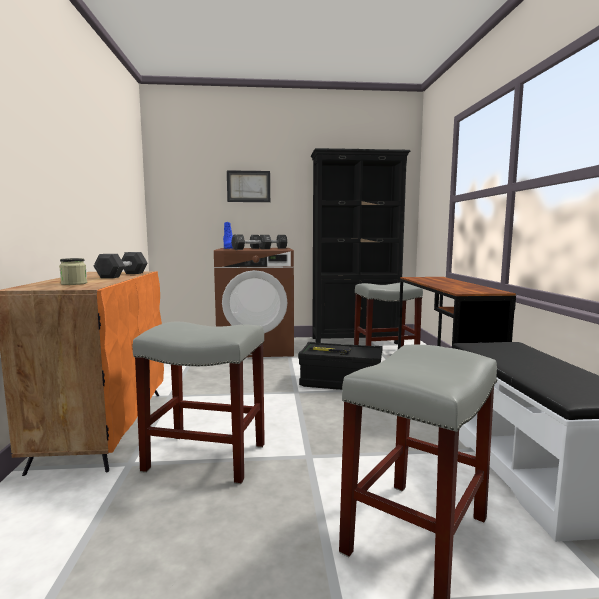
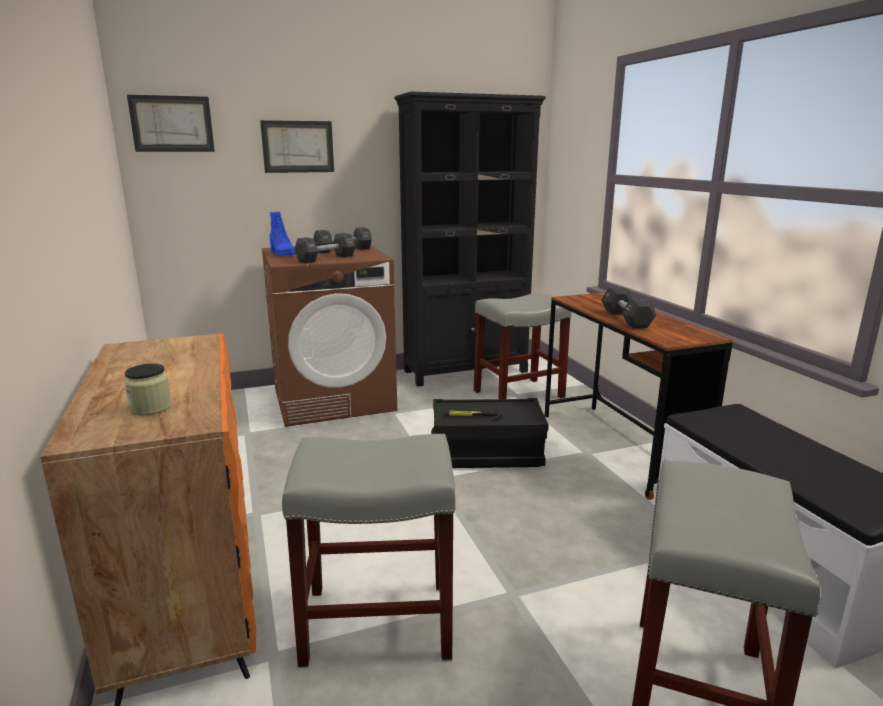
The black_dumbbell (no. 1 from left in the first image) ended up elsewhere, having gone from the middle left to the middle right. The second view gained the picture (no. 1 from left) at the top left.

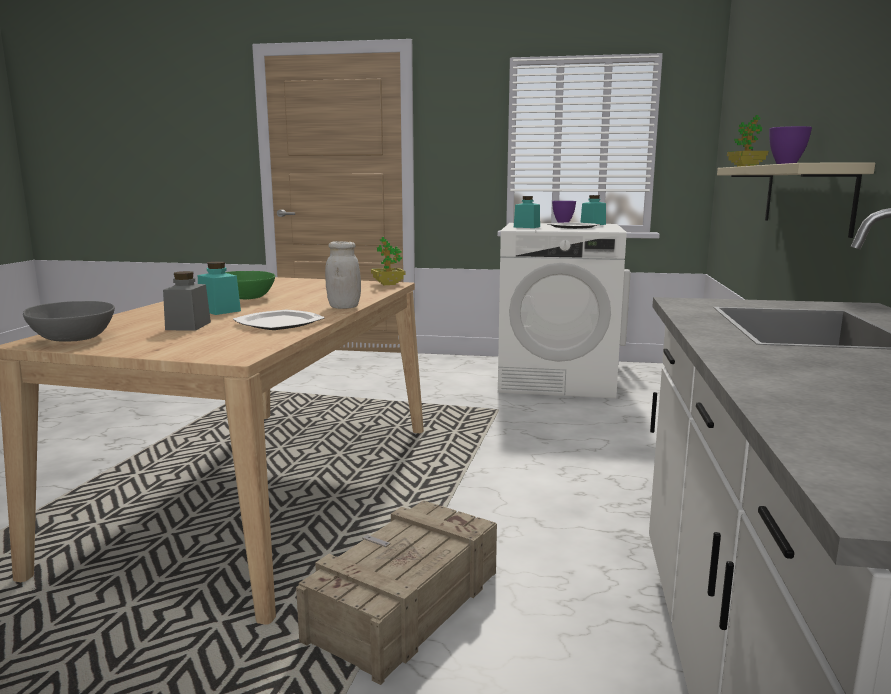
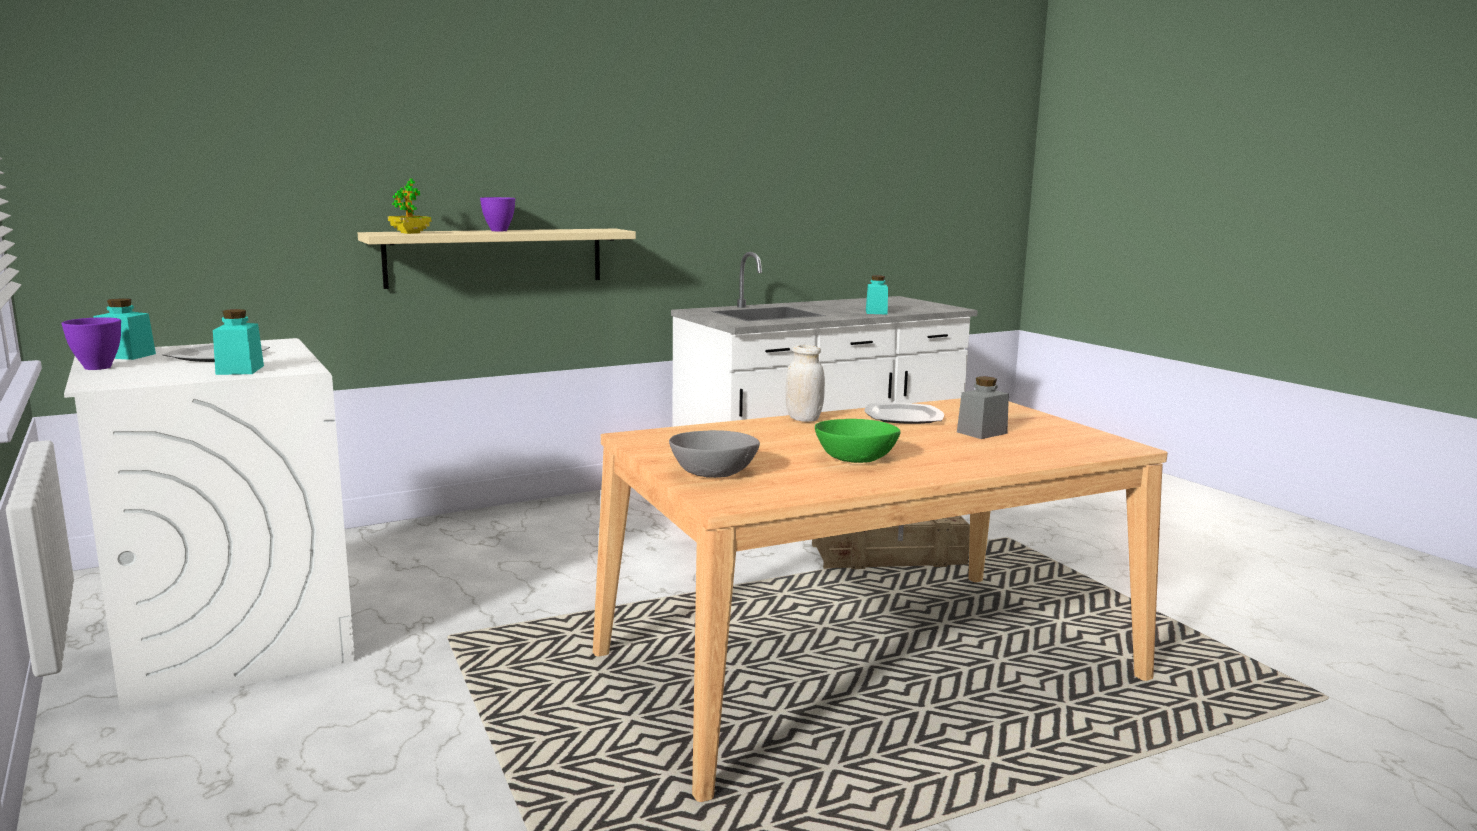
The second view lost the potted_plant (no. 1 from left) at the centre. The turquoise_jar (no. 1 from left in the first image) ended up elsewhere, having gone from the middle left to the centre. The grey_bowl ended up elsewhere, having gone from the middle left to the centre.

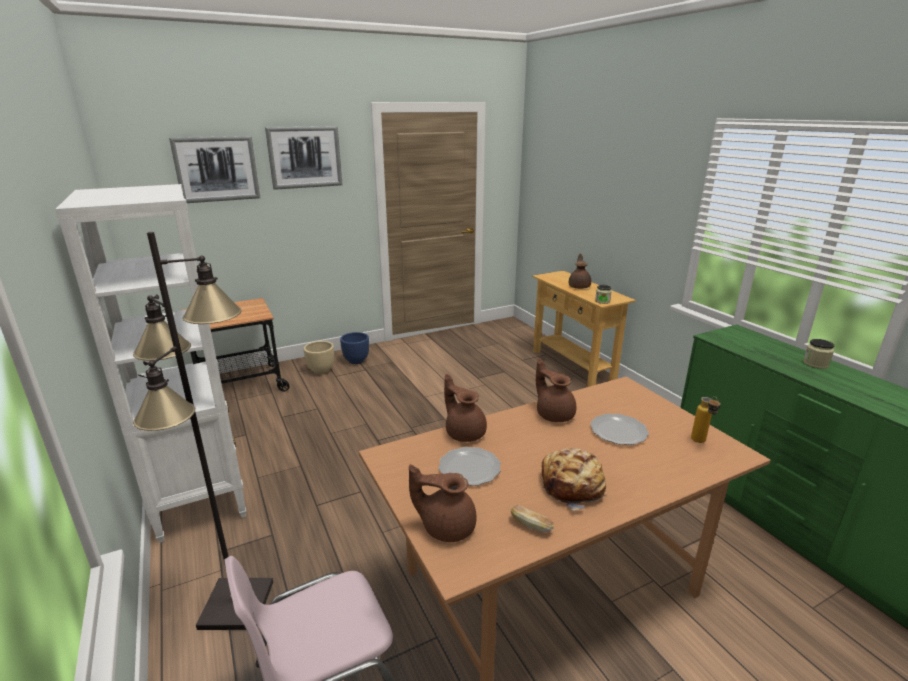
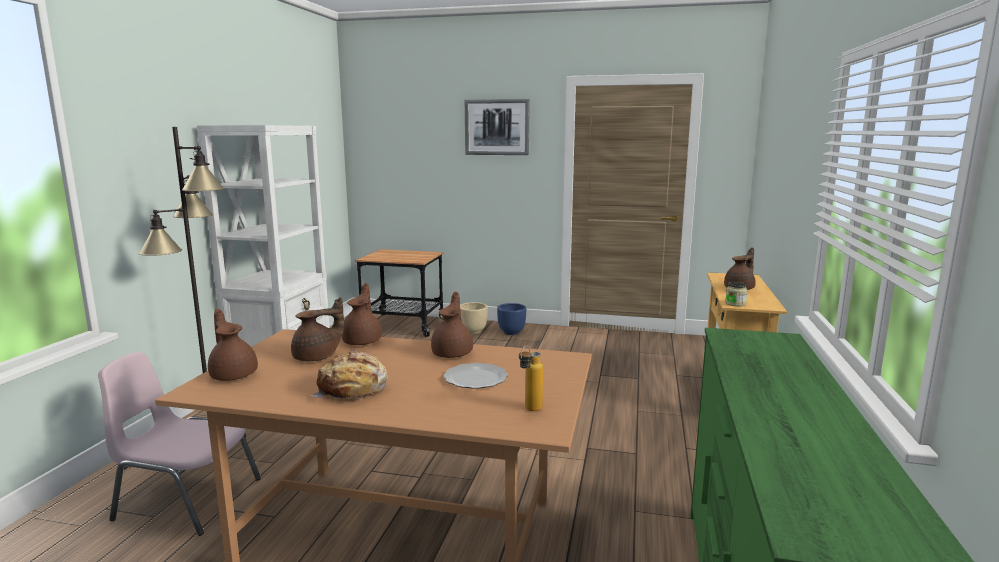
The second view lost the picture (no. 1 from left) at the top left. The second view lost the jar (no. 2 from left) at the middle right. Where the plate (no. 1 from left) stood at the bottom centre, the brown_teapot (no. 2 from left) came to stand at the middle left. The second view lost the bread (no. 1 from left) at the bottom centre.

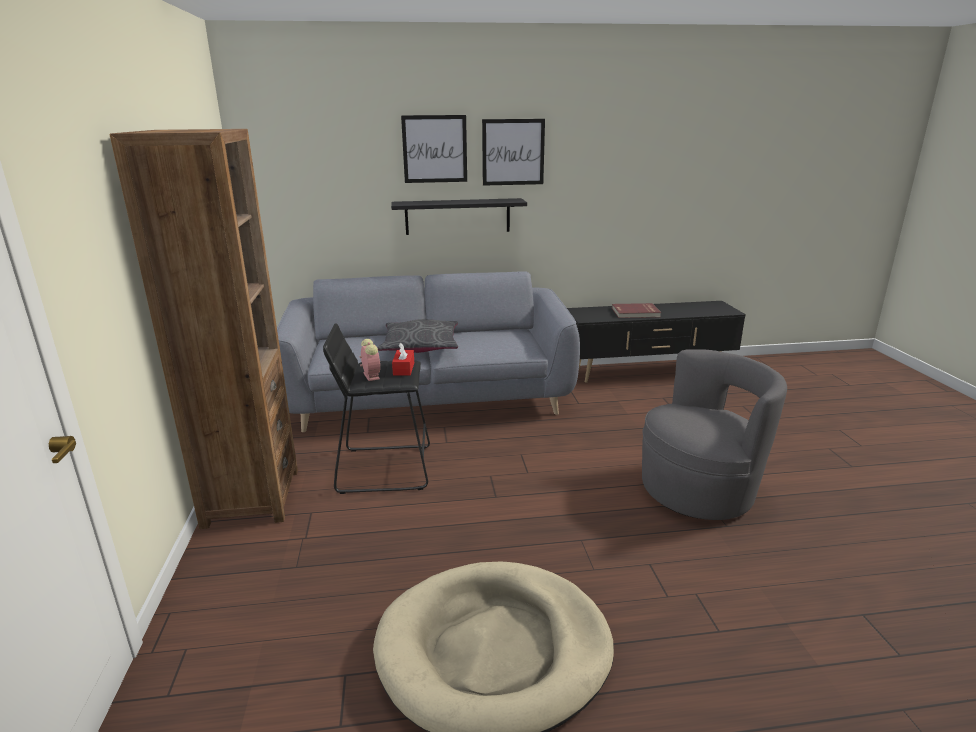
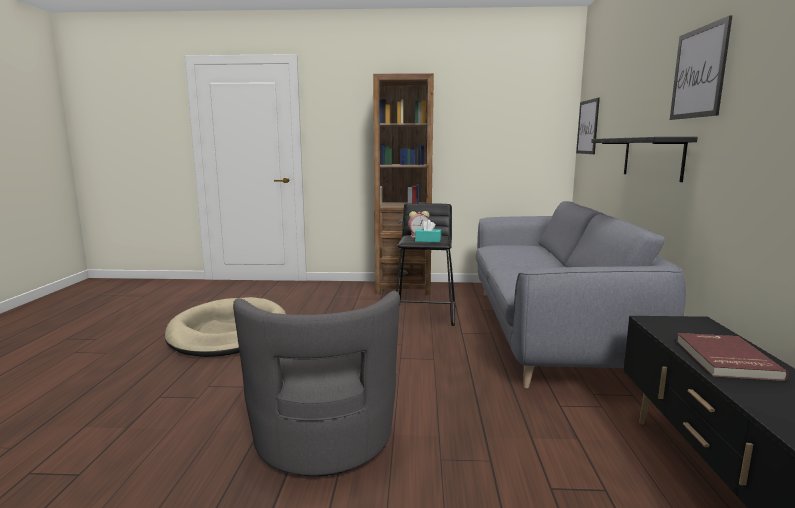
The picture (no. 1 from left) ended up elsewhere, having gone from the top centre to the top right. The second view lost the grey_pillow at the centre. What was the red_tissue_box at the centre turned into the turquoise_tissue_box at the centre.

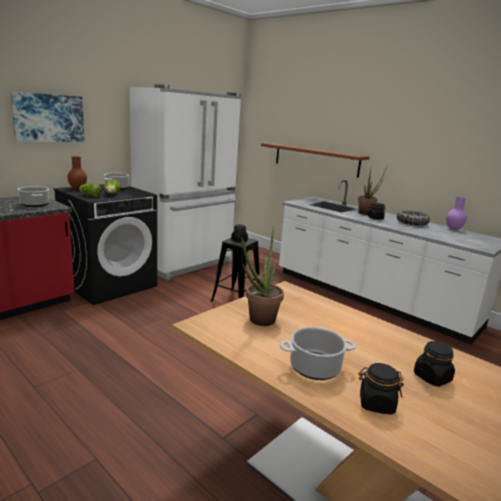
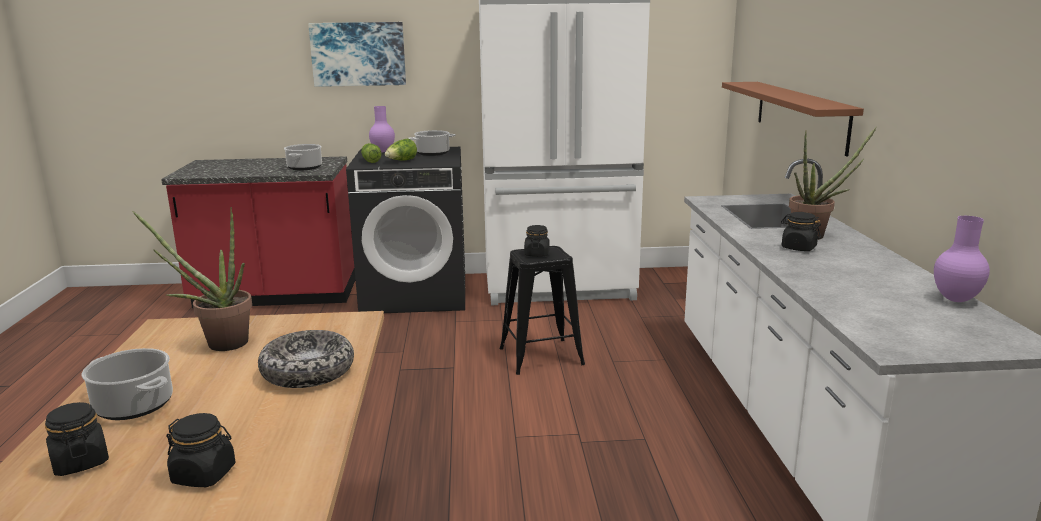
What was the brown_vase at the middle left turned into the purple_vase (no. 1 from left) at the top centre. The bowl ended up elsewhere, having gone from the middle right to the bottom left.

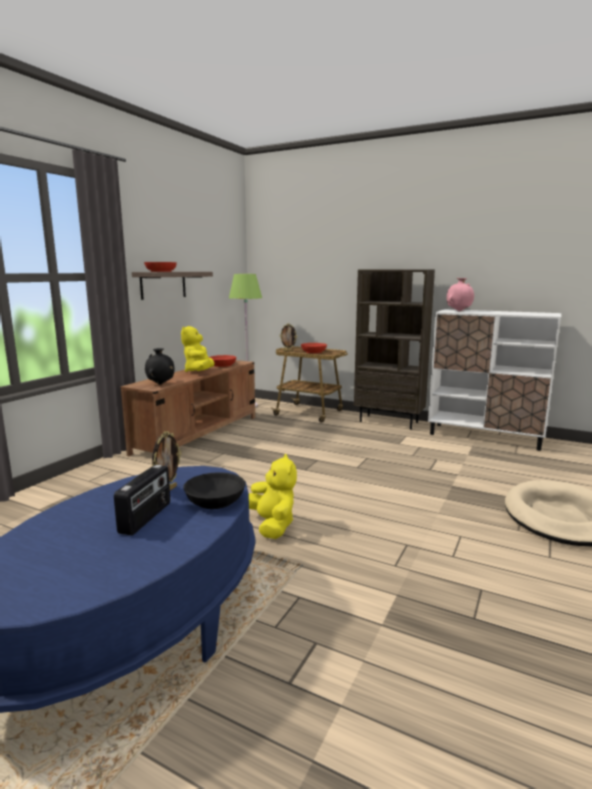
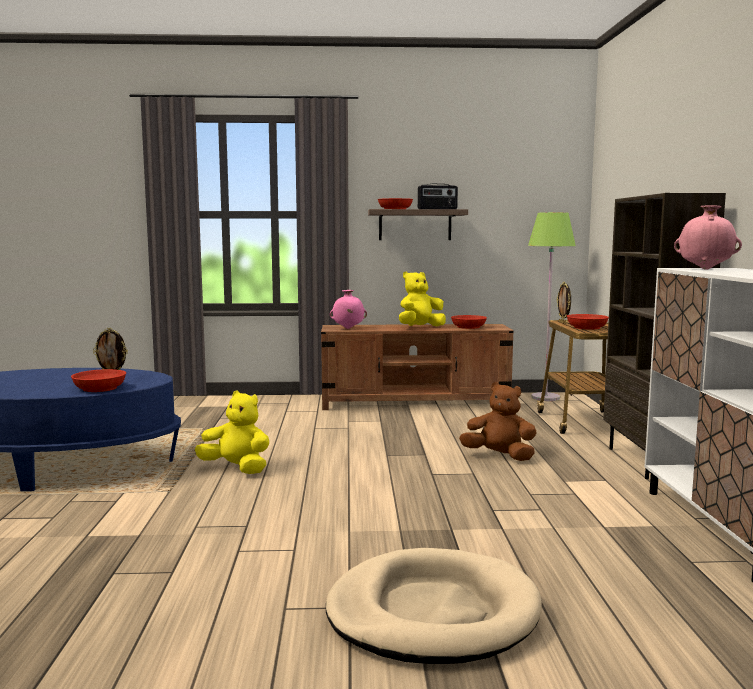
What was the black_vase at the middle left turned into the pink_vase (no. 1 from left) at the centre. The yellow_plush_toy (no. 2 from left in the first image) at the centre ended up facing another way, 105 degrees counterclockwise from before. The radio ended up elsewhere, having gone from the middle left to the top centre. What was the black_bowl at the centre turned into the red_bowl (no. 1 from left) at the middle left. The second view gained the brown_plush_toy at the centre.

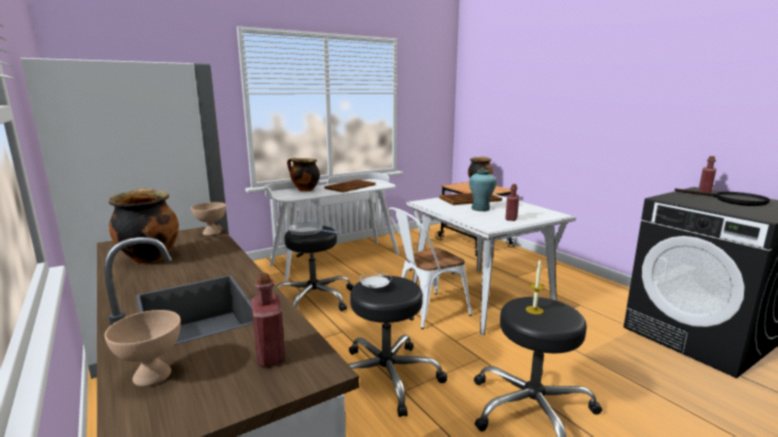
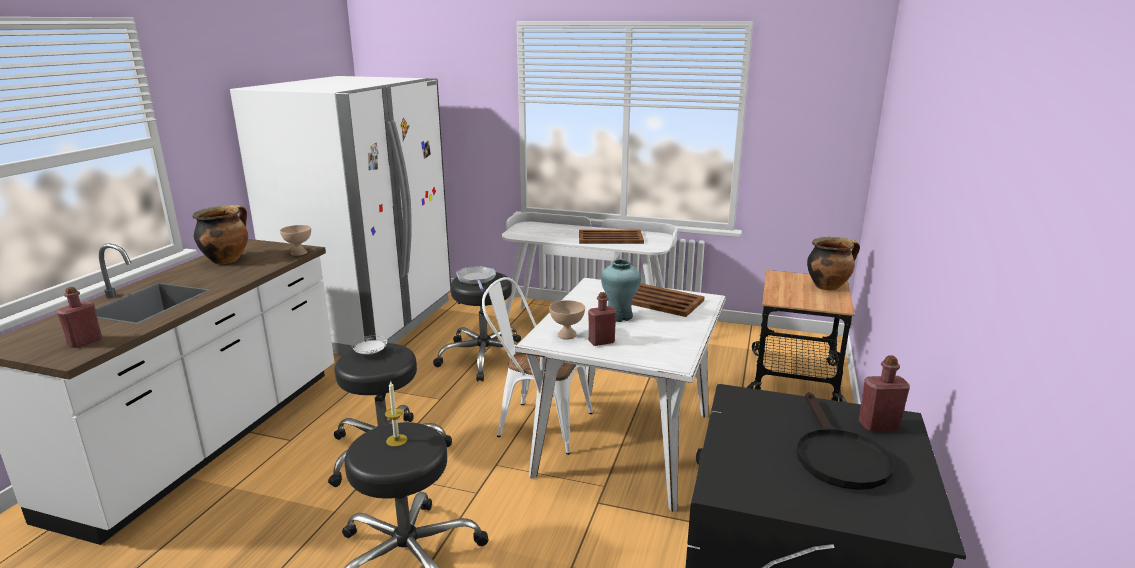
The second view lost the cooking_pot (no. 2 from left) at the centre. The beige_bowl (no. 1 from left in the first image) ended up elsewhere, having gone from the bottom left to the centre.

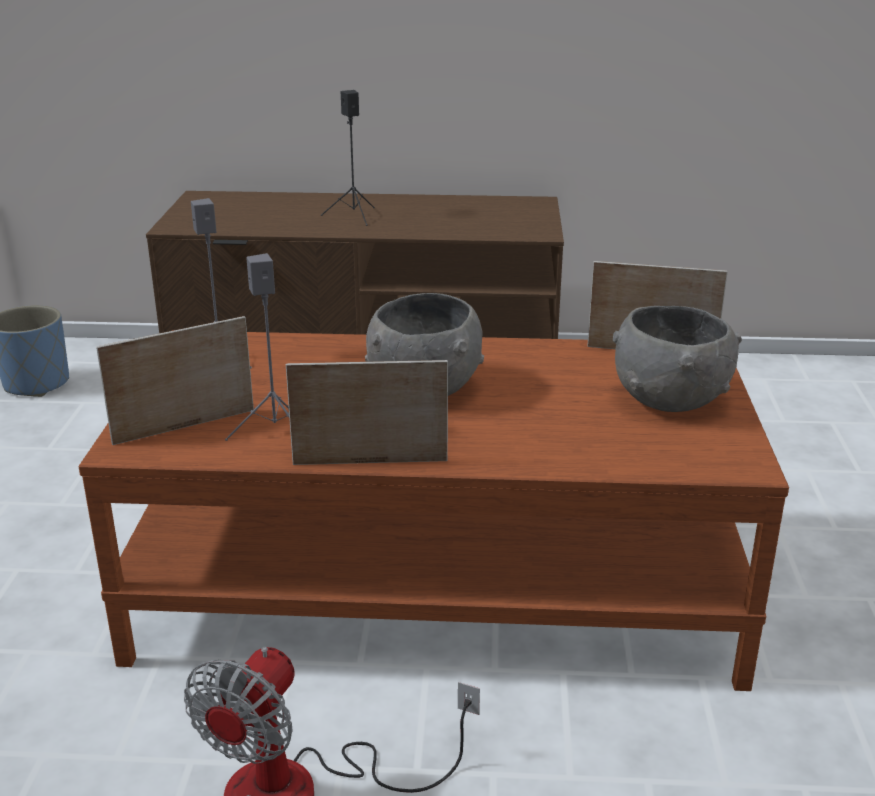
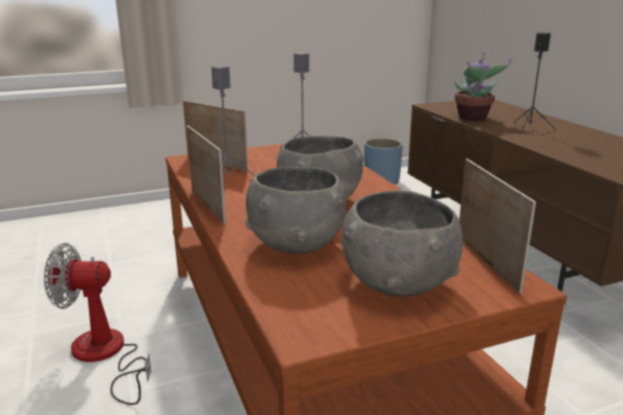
The second view gained the potted_plant at the top right. The second view gained the grey_bowl (no. 1 from left) at the centre.

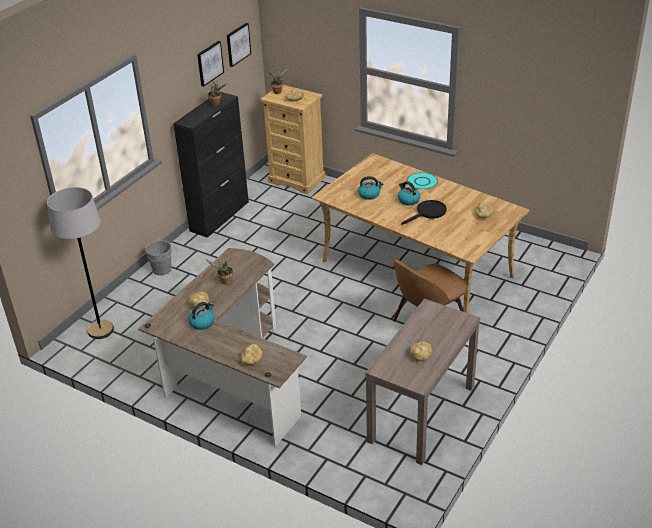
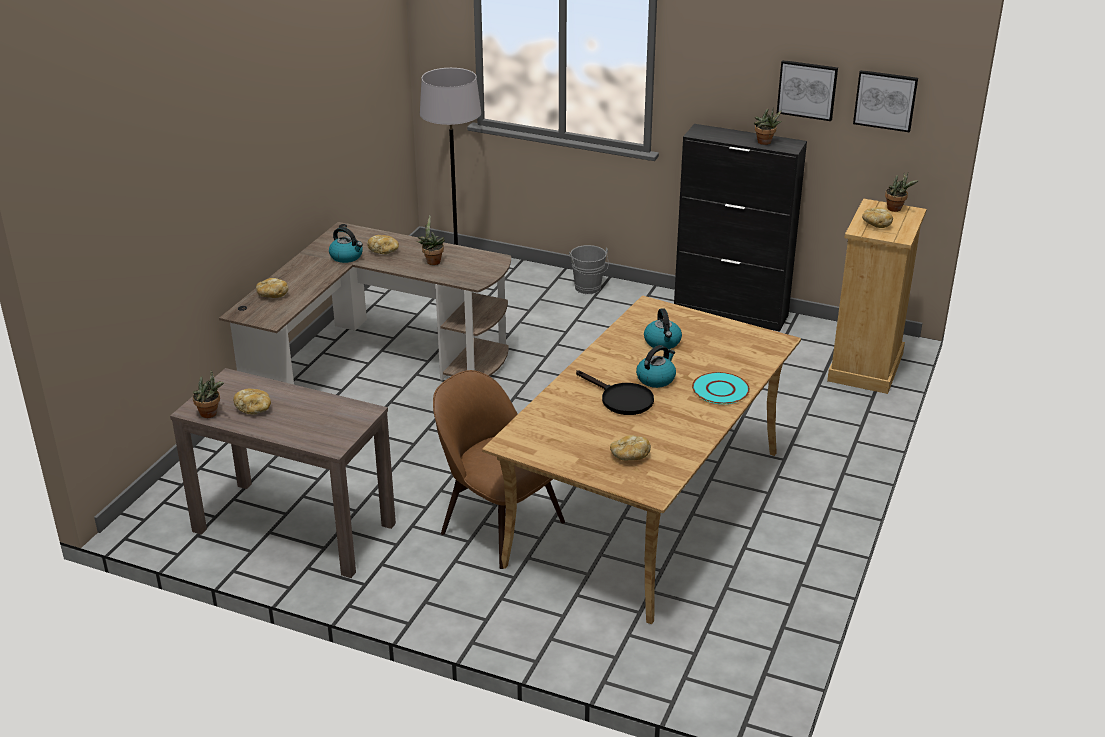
The second view gained the potted_plant (no. 1 from left) at the middle left.

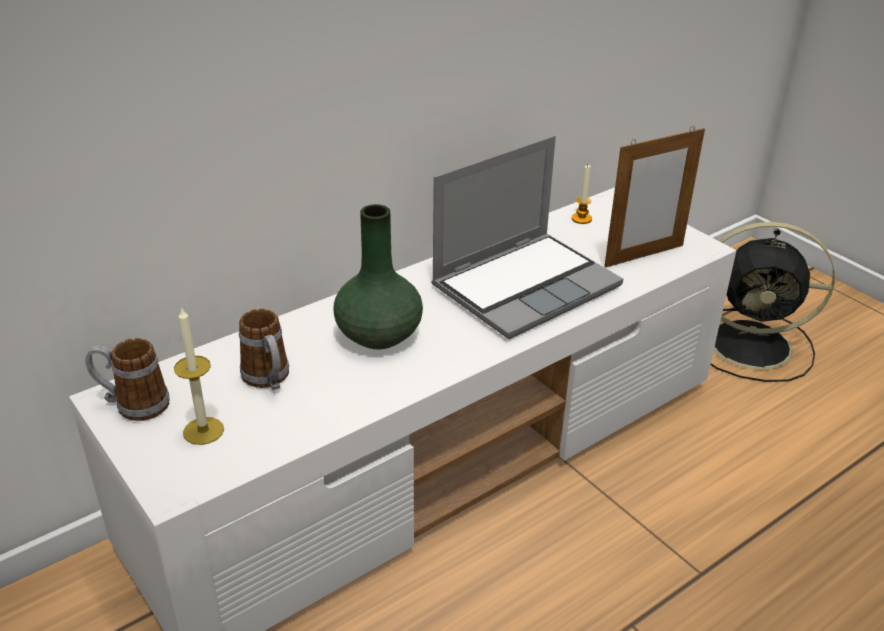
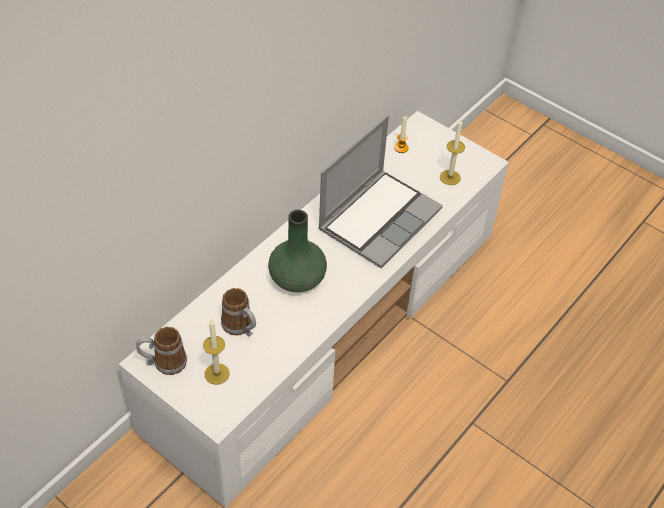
Where the picture_frame stood at the top right, the candle (no. 3 from left) came to stand at the top right. The second view lost the black_fan at the middle right.

